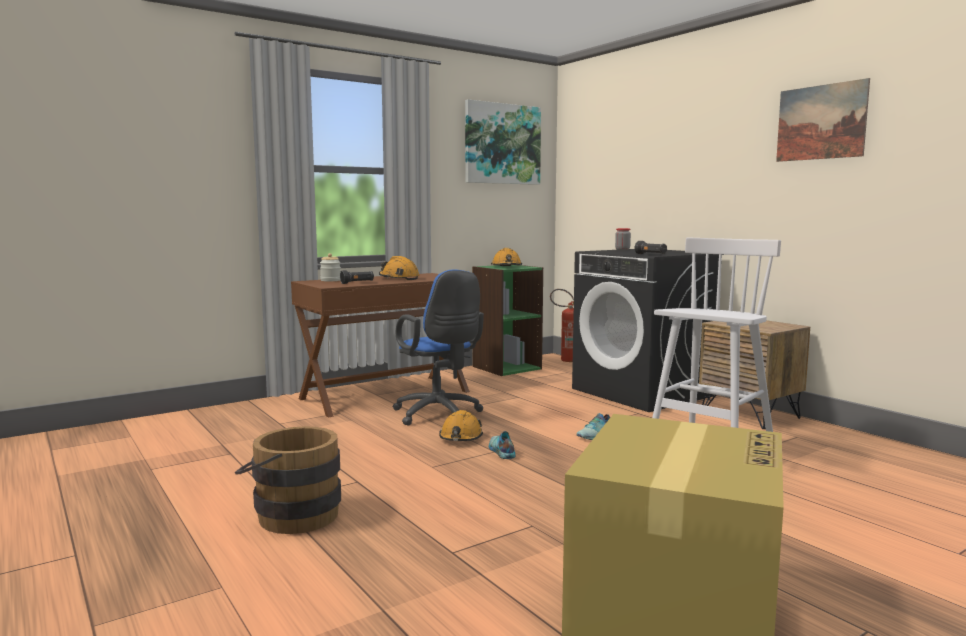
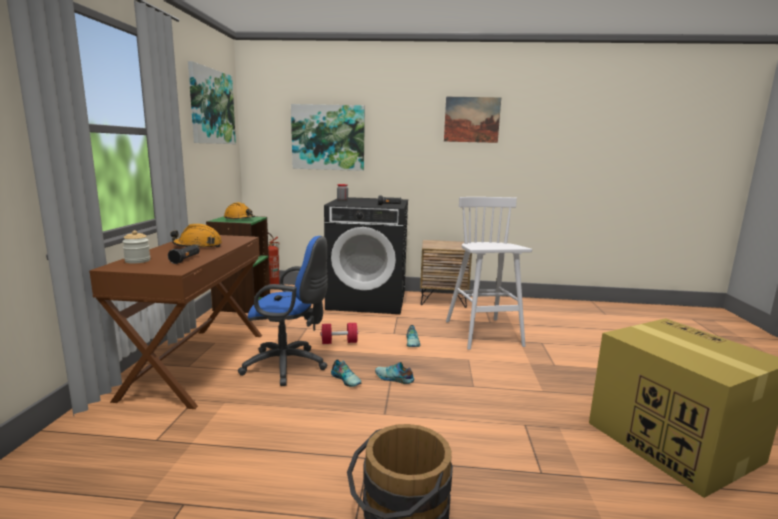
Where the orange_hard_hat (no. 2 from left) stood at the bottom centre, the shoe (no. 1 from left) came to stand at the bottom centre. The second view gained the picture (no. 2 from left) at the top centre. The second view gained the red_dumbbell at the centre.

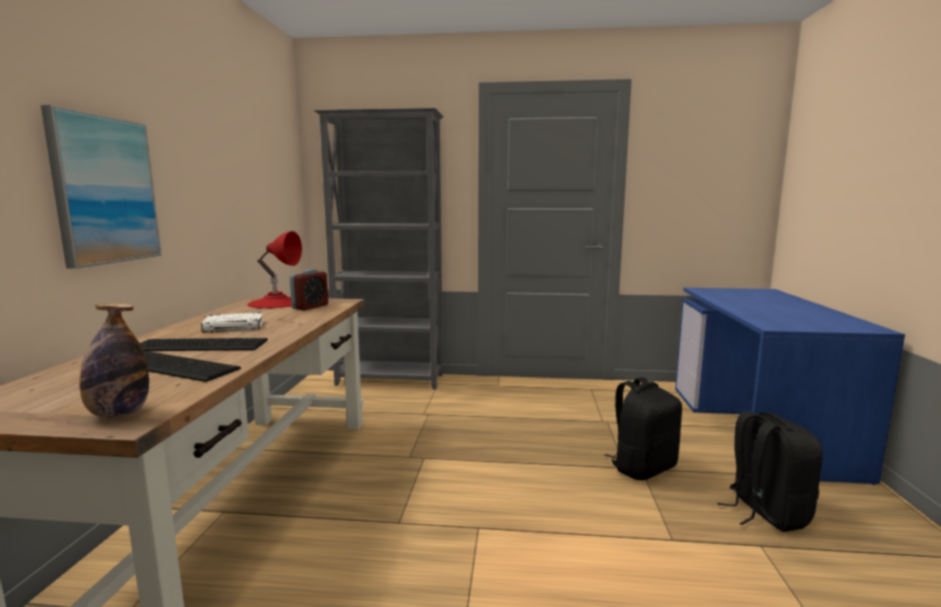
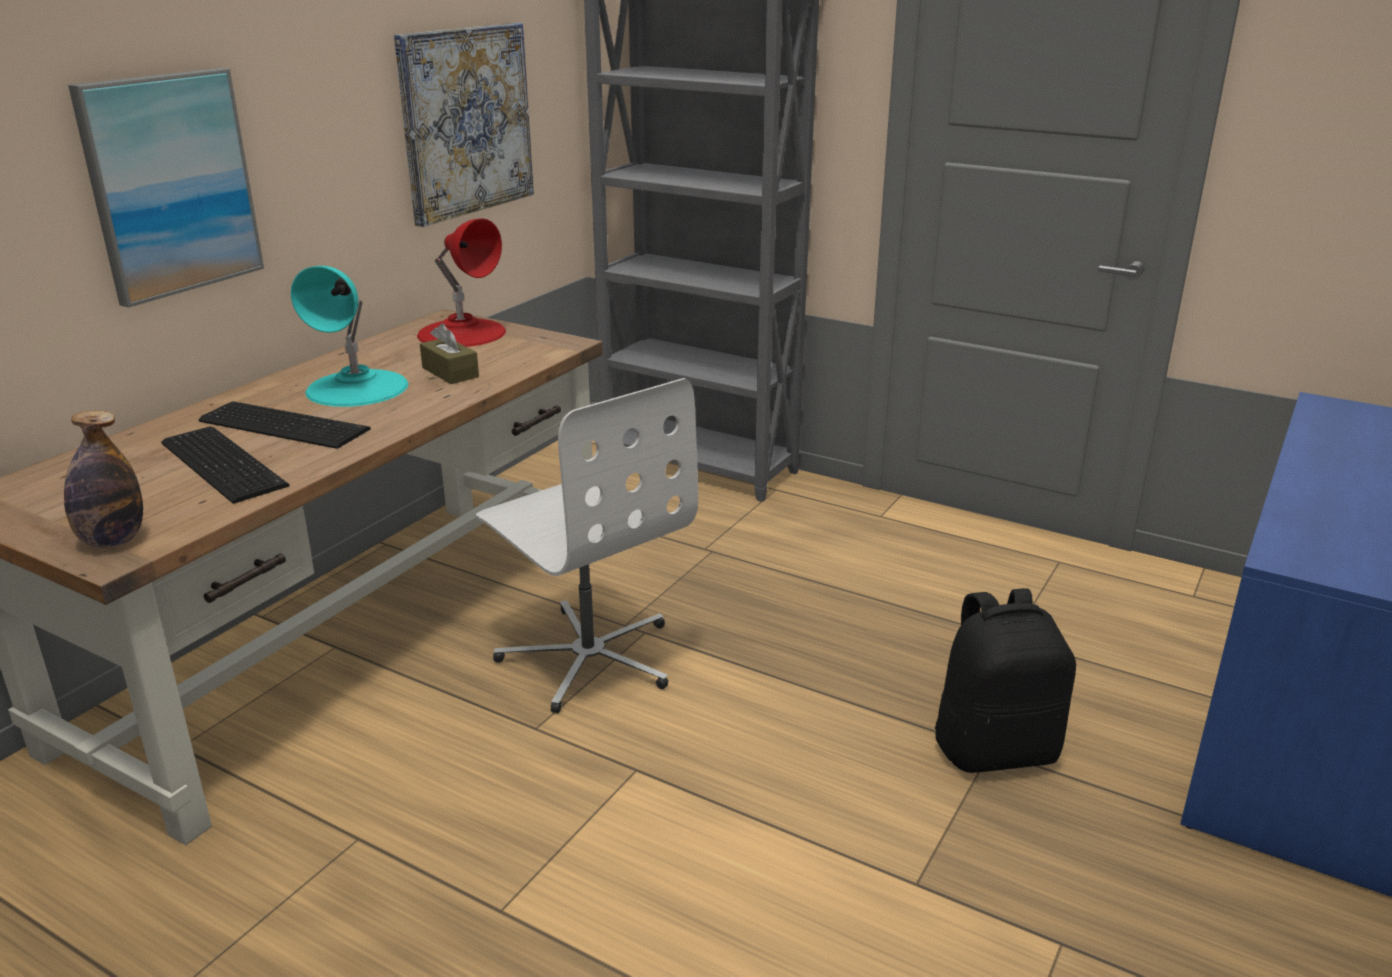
The second view lost the alarm_clock at the middle left. Where the white_book stood at the middle left, the turquoise_table_lamp came to stand at the middle left. The second view lost the black_backpack (no. 2 from left) at the bottom right. The second view gained the picture (no. 2 from left) at the top centre. The second view gained the brown_tissue_box at the middle left. The second view gained the white_office_chair at the centre.

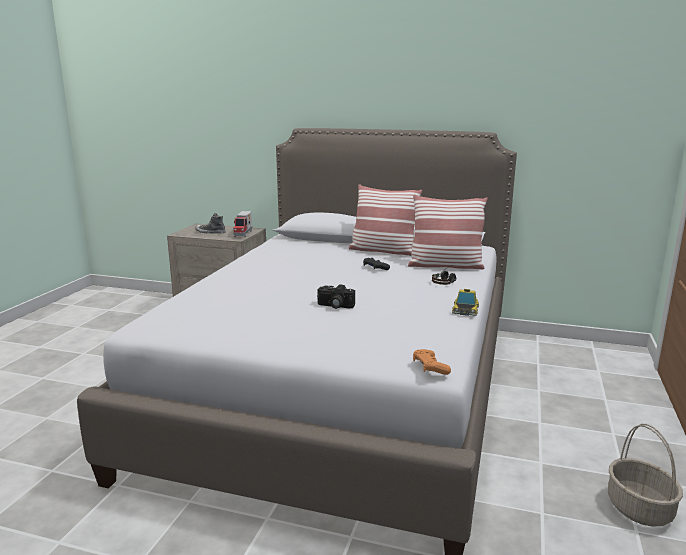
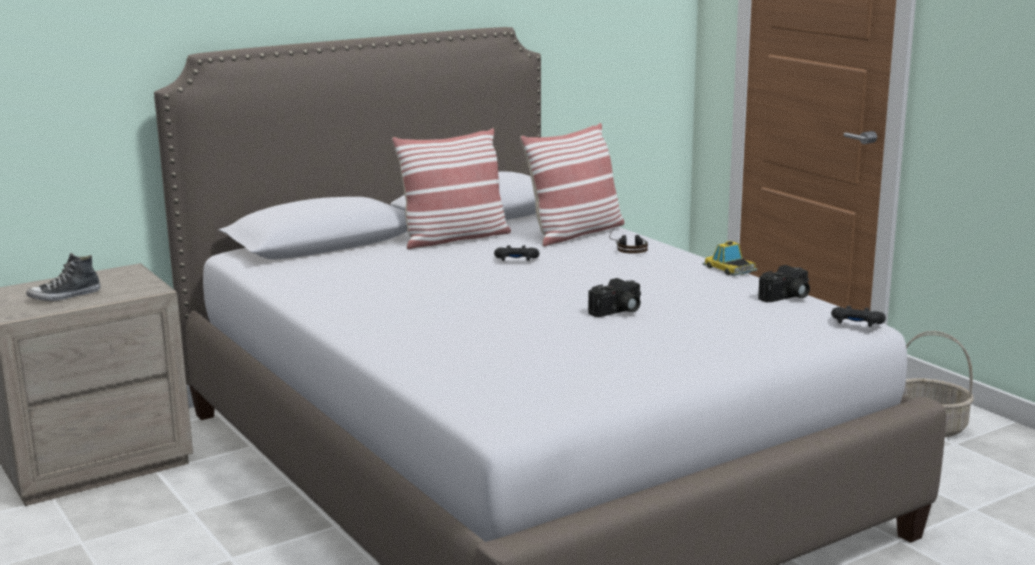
The second view lost the toy_truck at the centre. What was the orange_game_controller at the centre turned into the black_game_controller (no. 2 from left) at the middle right. The second view gained the photo_camera (no. 2 from left) at the middle right.

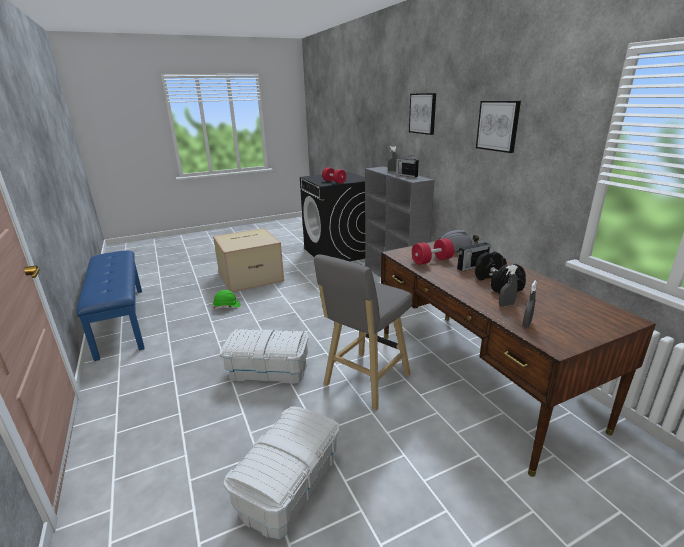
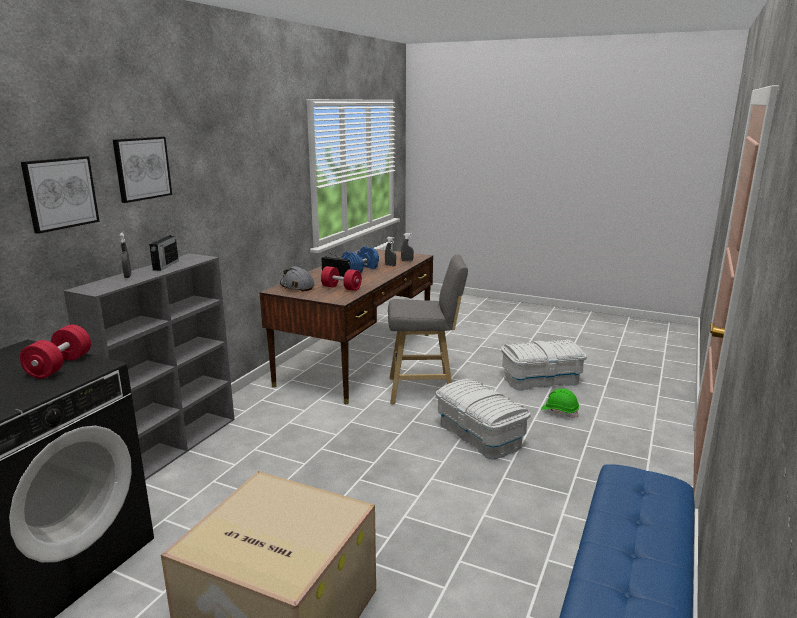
The picture (no. 2 from left in the first image) ended up elsewhere, having gone from the top right to the top left. What was the black_dumbbell at the middle right turned into the blue_dumbbell at the centre. The green_hard_hat ended up elsewhere, having gone from the middle left to the middle right.

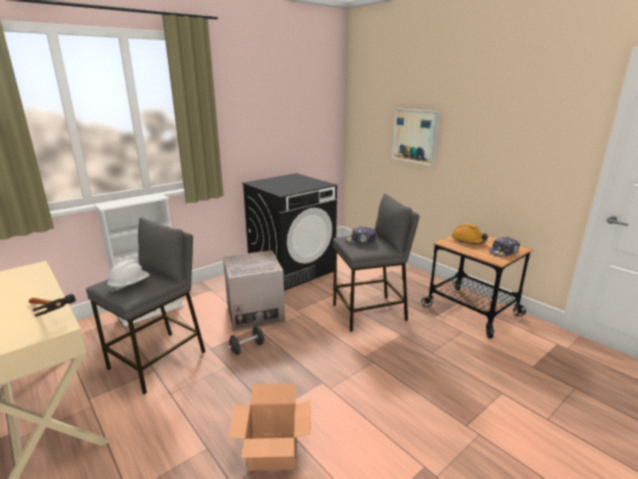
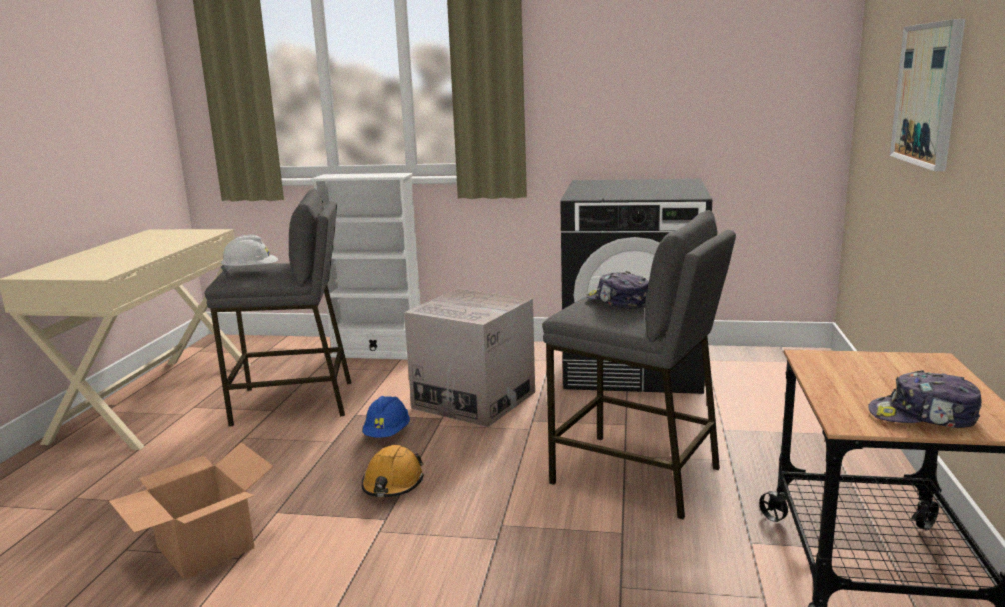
The orange_hard_hat ended up elsewhere, having gone from the middle right to the bottom centre. The second view lost the hammer at the middle left. Where the black_dumbbell stood at the bottom centre, the blue_hard_hat came to stand at the bottom centre.

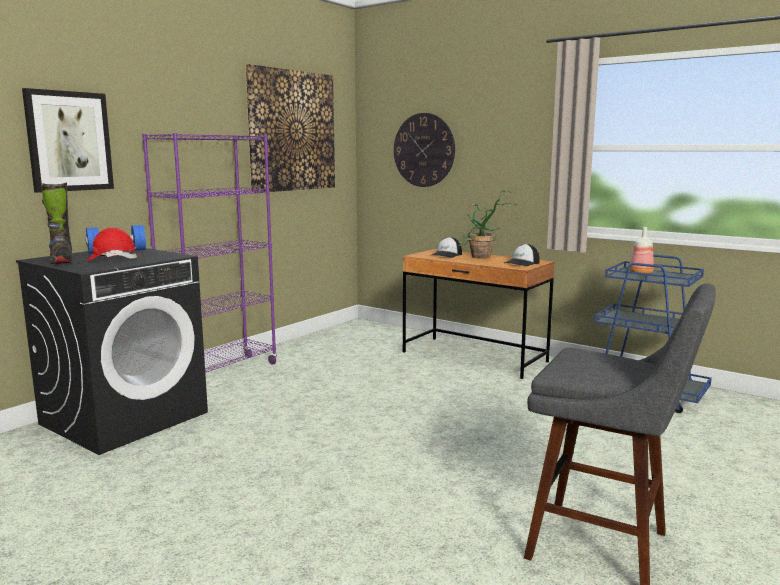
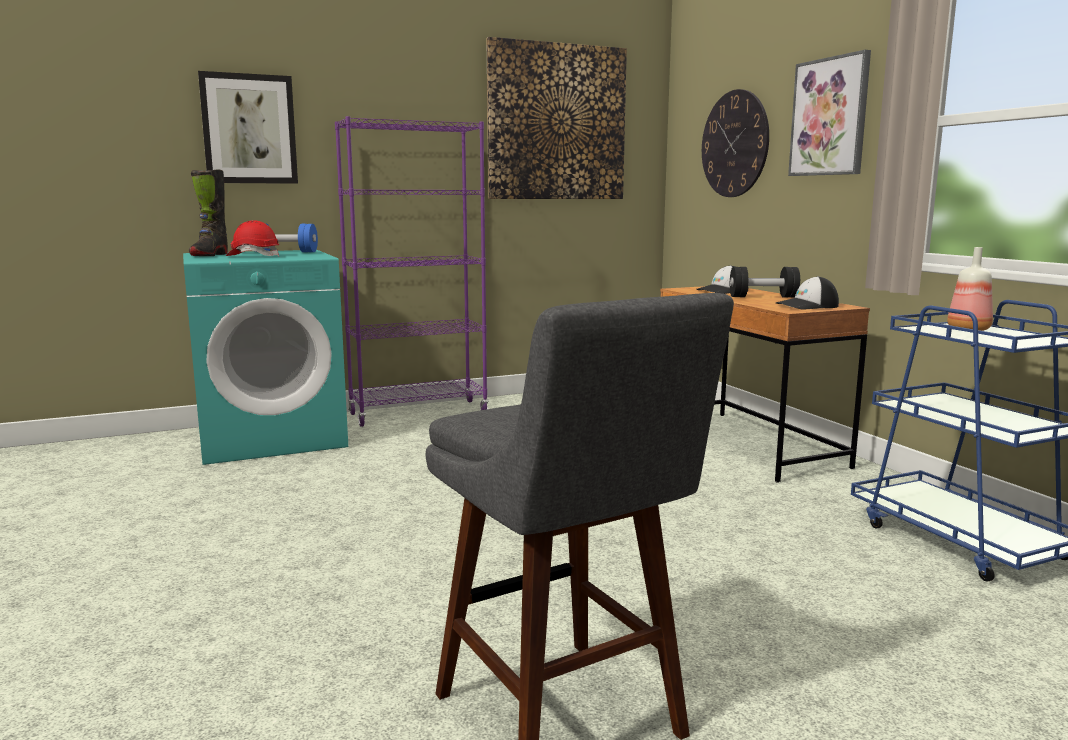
Where the potted_plant stood at the centre, the black_dumbbell came to stand at the middle right. What was the black_washing_machine at the middle left turned into the turquoise_washing_machine at the middle left. The second view gained the picture (no. 3 from left) at the top right.

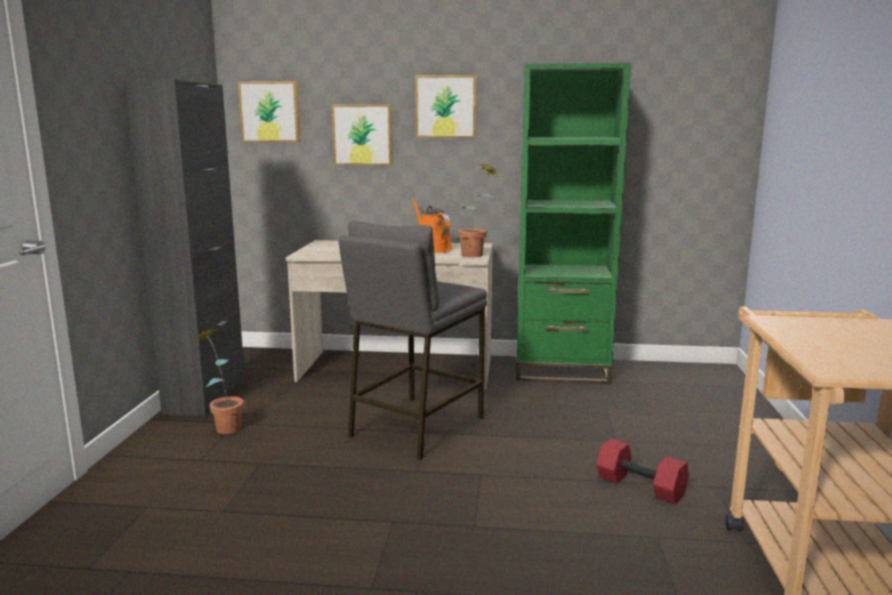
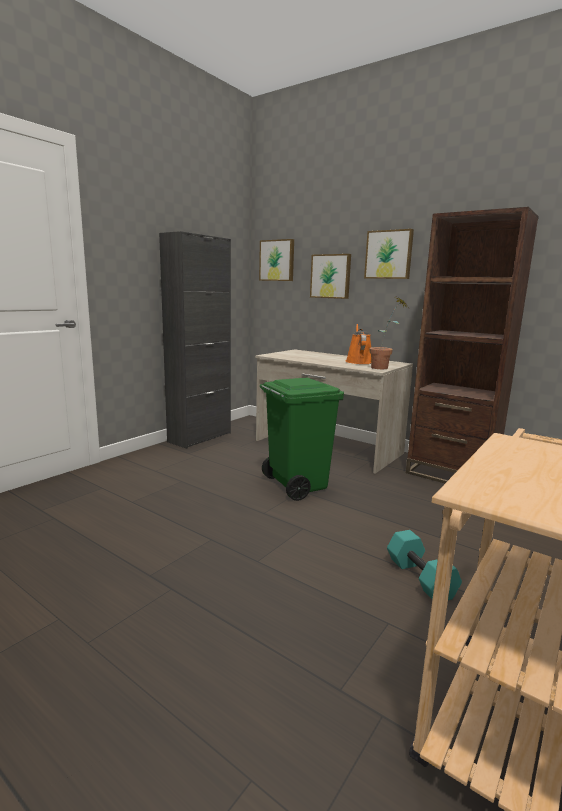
What was the green_bookcase at the centre turned into the brown_bookcase at the middle right. Where the grey_stool stood at the centre, the green_trash_can came to stand at the centre. The second view lost the potted_plant (no. 1 from left) at the middle left. What was the red_dumbbell at the bottom right turned into the turquoise_dumbbell at the bottom right.

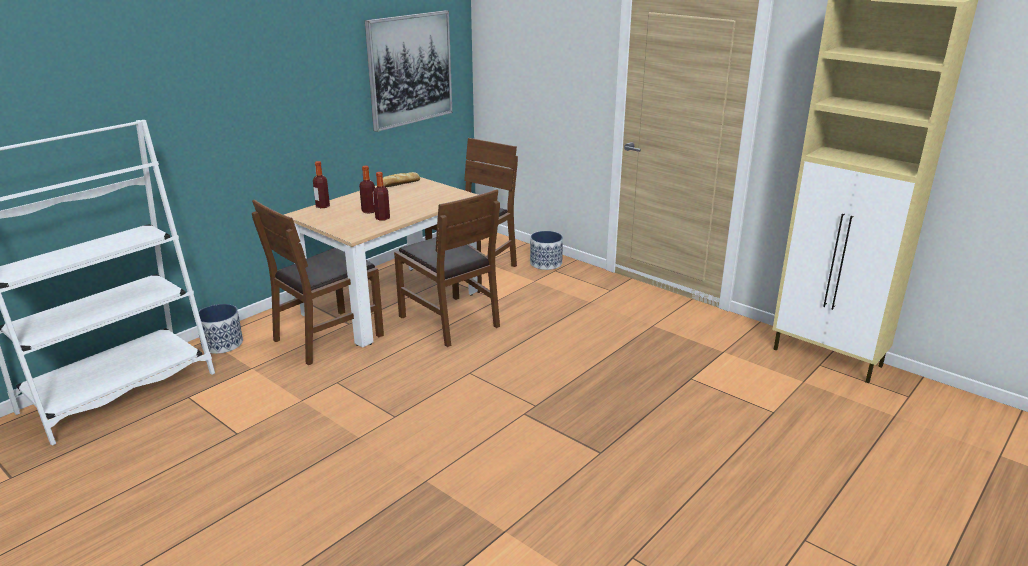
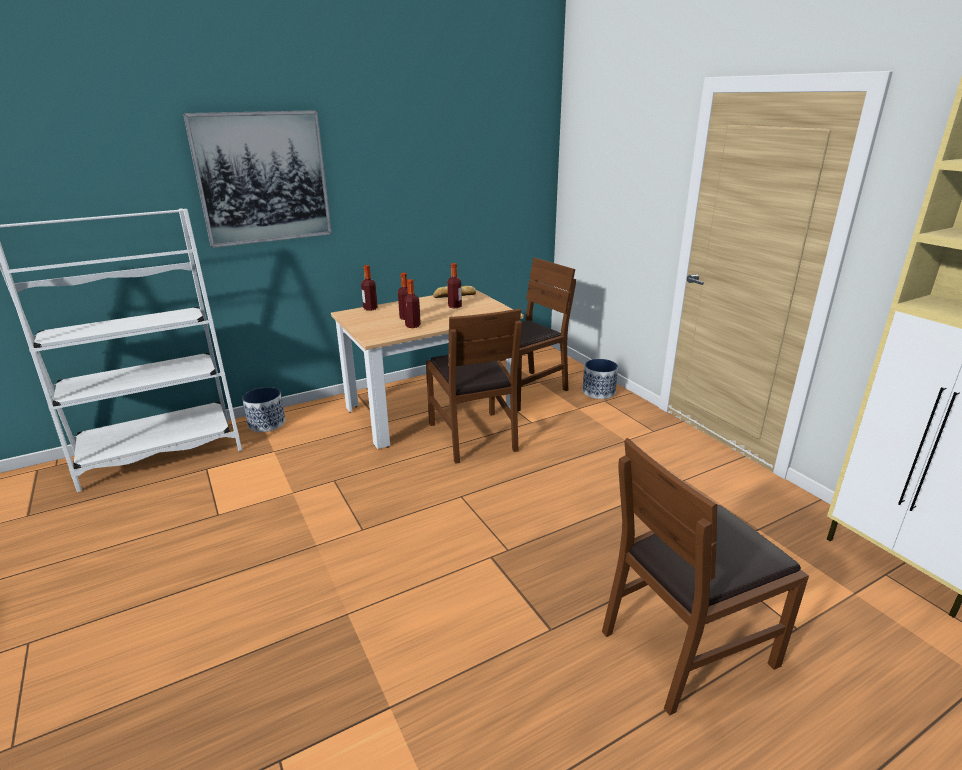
The picture ended up elsewhere, having gone from the top centre to the top left. The brown_chair (no. 1 from left in the first image) ended up elsewhere, having gone from the middle left to the bottom right. The second view gained the bottle (no. 4 from left) at the centre.

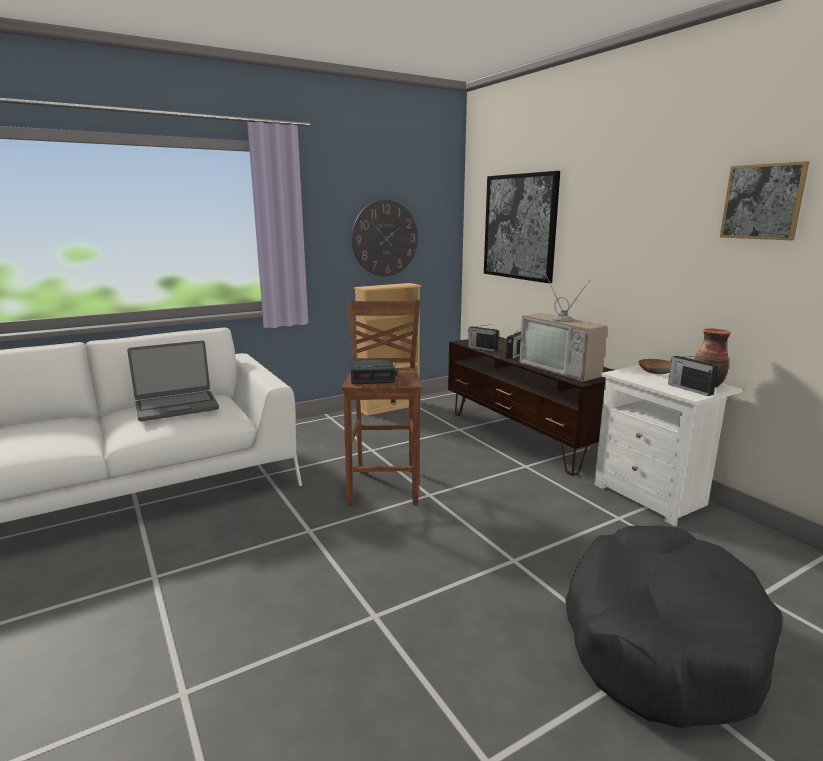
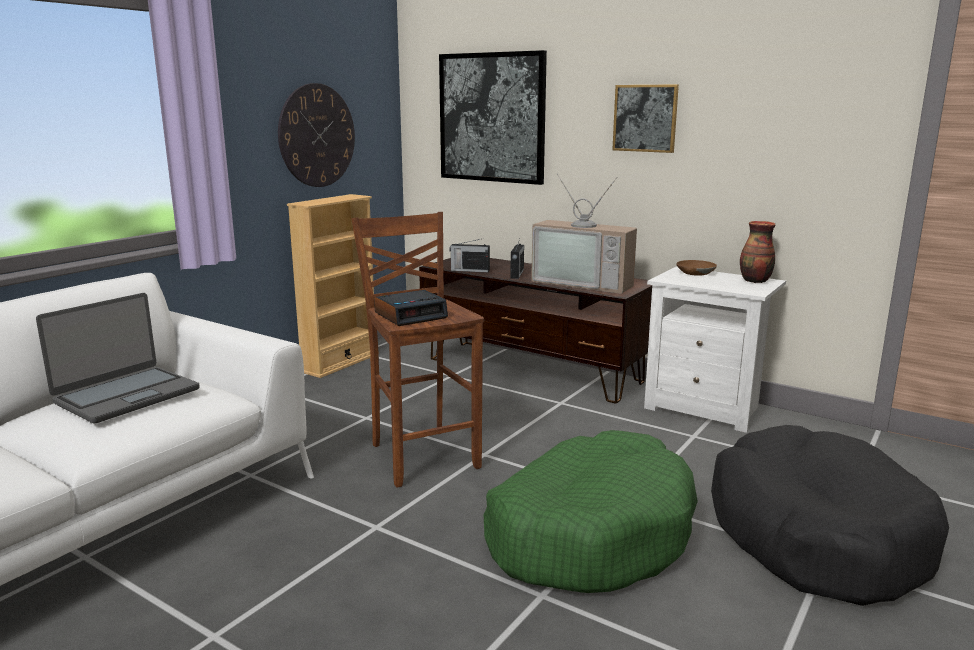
The picture (no. 2 from left) ended up elsewhere, having gone from the top right to the top centre. The second view lost the radio (no. 3 from left) at the middle right. The second view gained the green_dog_bed at the bottom centre.

